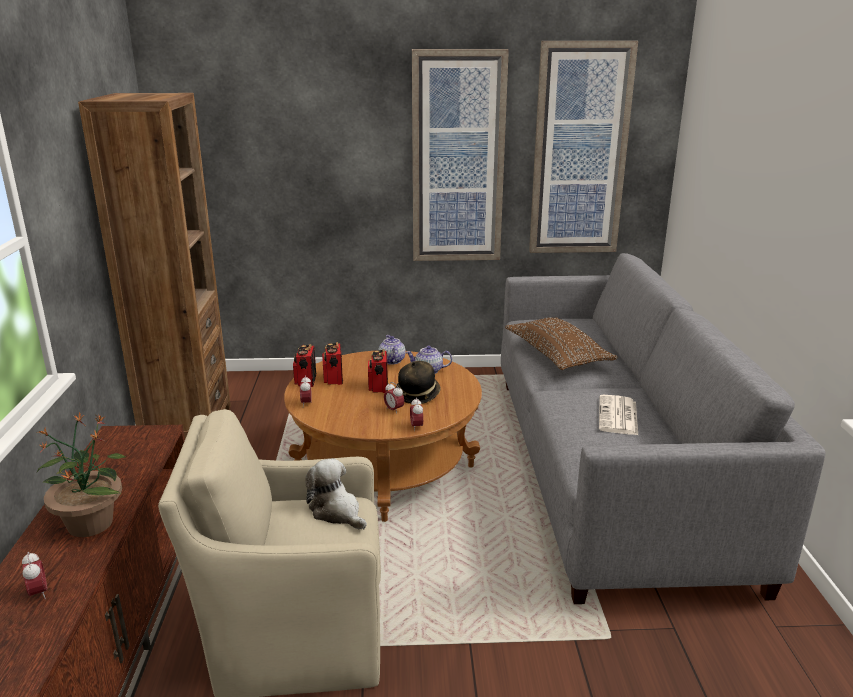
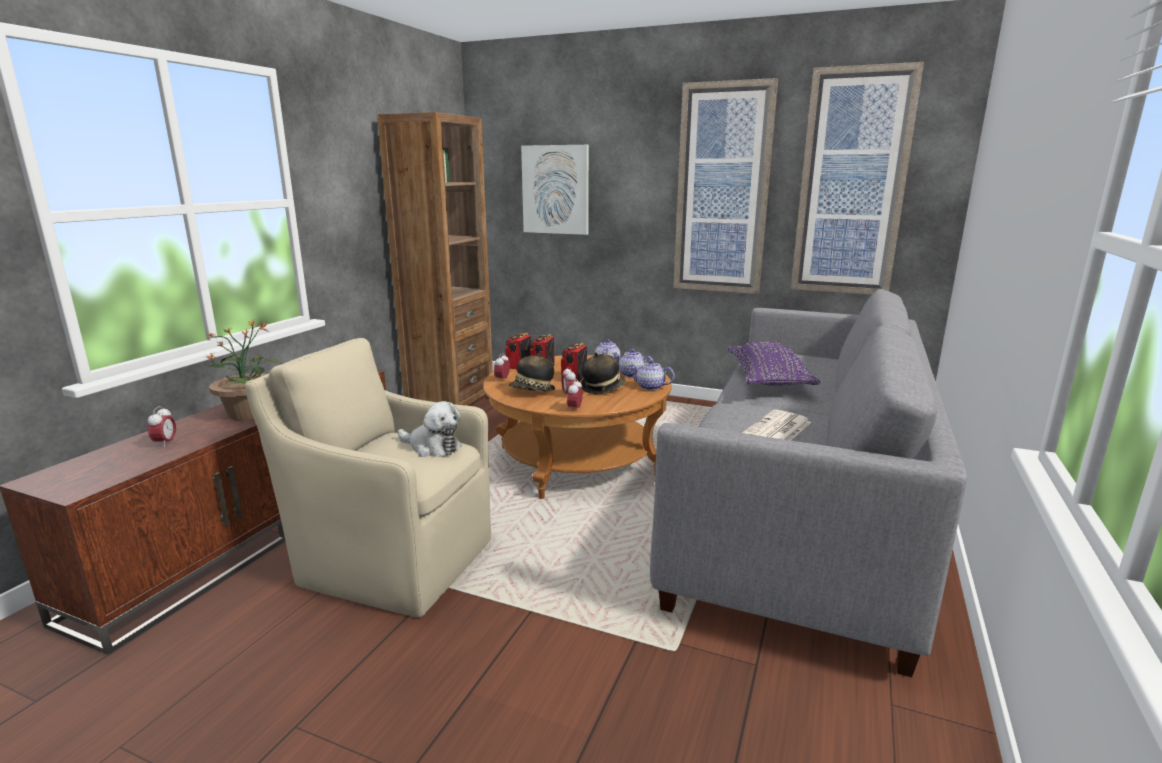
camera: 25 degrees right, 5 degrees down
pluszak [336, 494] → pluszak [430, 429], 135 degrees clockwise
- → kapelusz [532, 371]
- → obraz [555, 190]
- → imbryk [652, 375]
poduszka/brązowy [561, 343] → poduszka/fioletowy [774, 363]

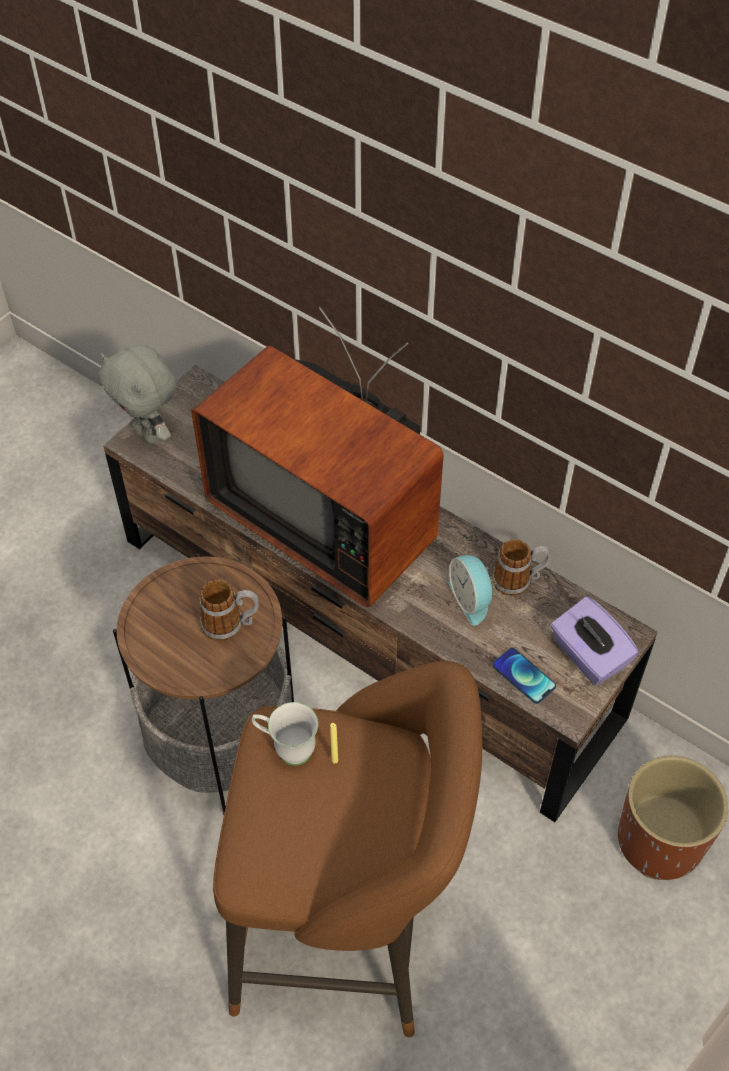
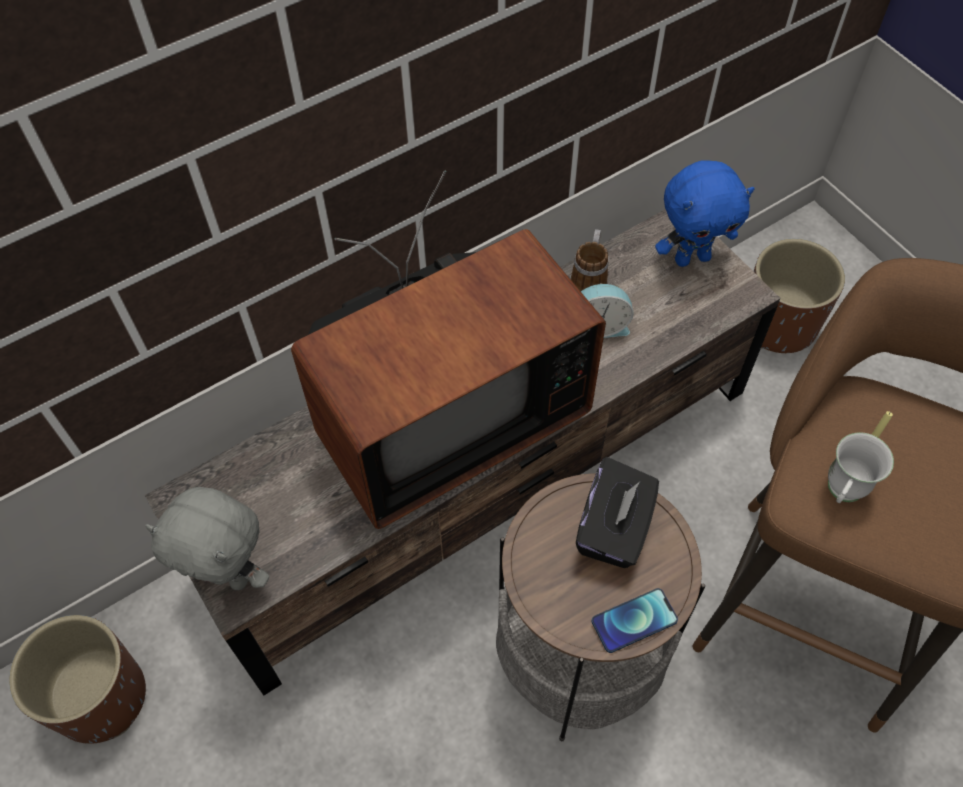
camera: 70 degrees left, 5 degrees up
- → donica/brązowy [77, 679]
pluszak/szary [137, 394] → pluszak/szary [207, 538], 45 degrees clockwise
kubek [229, 610] → pudełko chusteczek/czarny [617, 512]
telefon [524, 676] → telefon [635, 620], moved
pudełko chusteczek/fioletowy [595, 641] → pluszak/niebieski [705, 214]

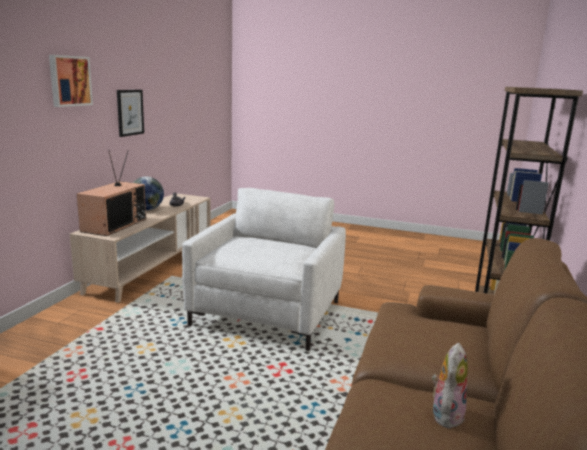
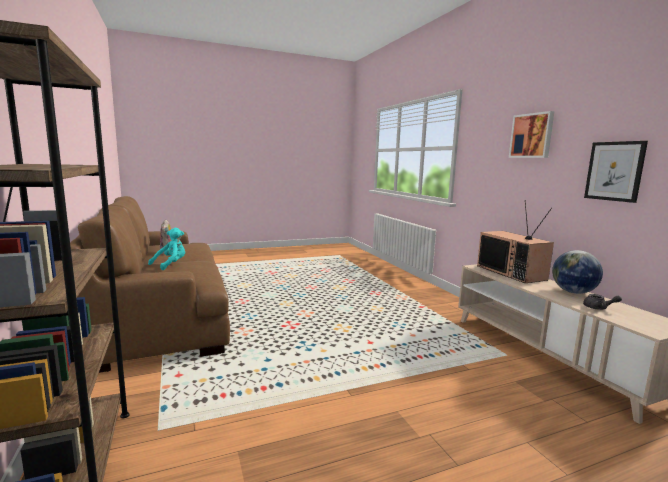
camera: 140 degrees right, 5 degrees down
- → pluszak/turkusowy [166, 249]
fotel/biały [264, 269] → -

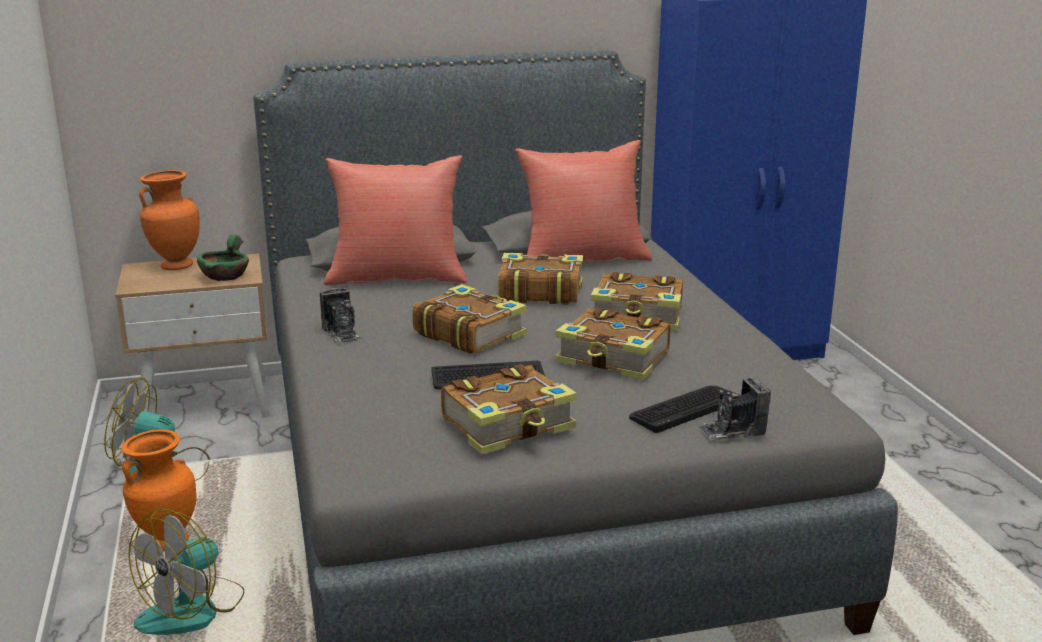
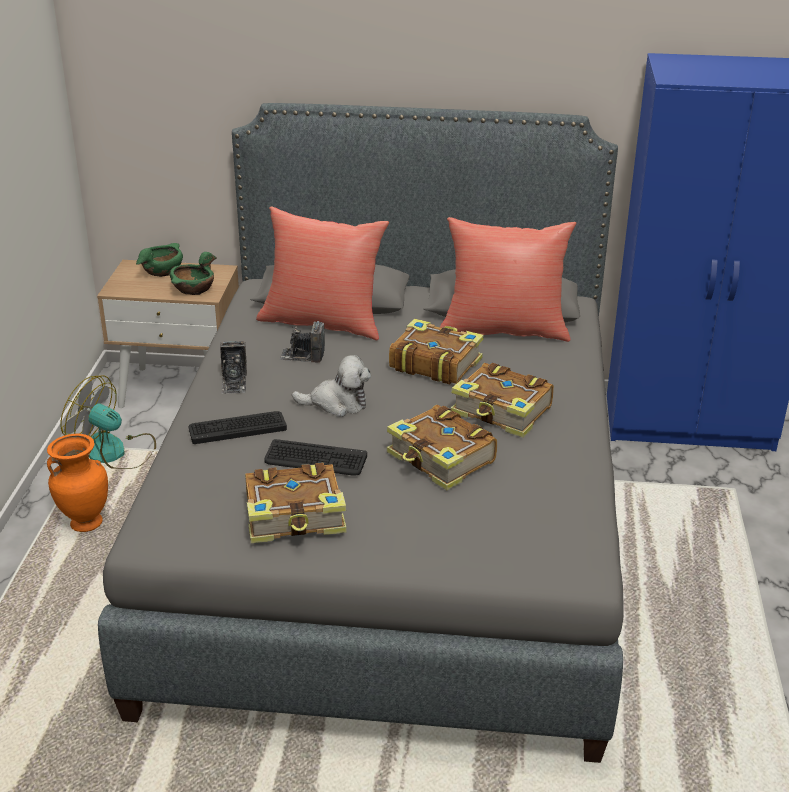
camera: 20 degrees right, 10 degrees up
wazon/pomarańczowy [169, 220] → miska/zielony [159, 260]
klawiatura [684, 409] → klawiatura [238, 427], moved
aparat fotograficzny [734, 409] → aparat fotograficzny [302, 341], moved
książka [469, 319] → pluszak [331, 386]
wentylator [186, 572] → -

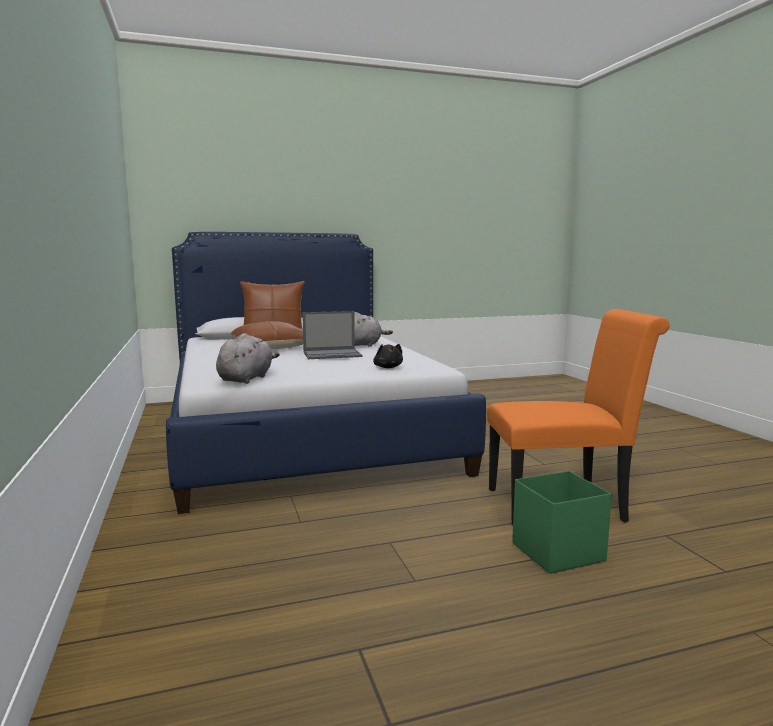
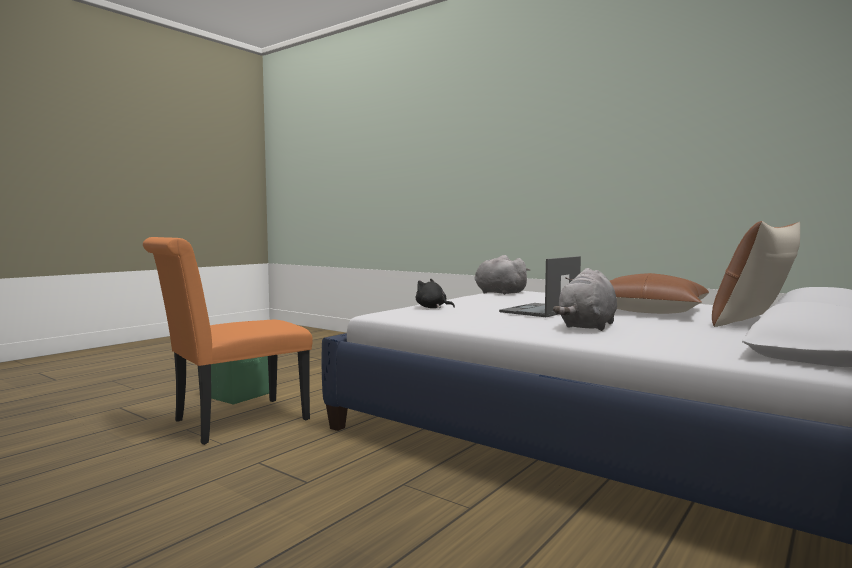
camera: 145 degrees right, 5 degrees down
pluszak/szary [248, 358] → pluszak/szary [502, 275], 150 degrees clockwise

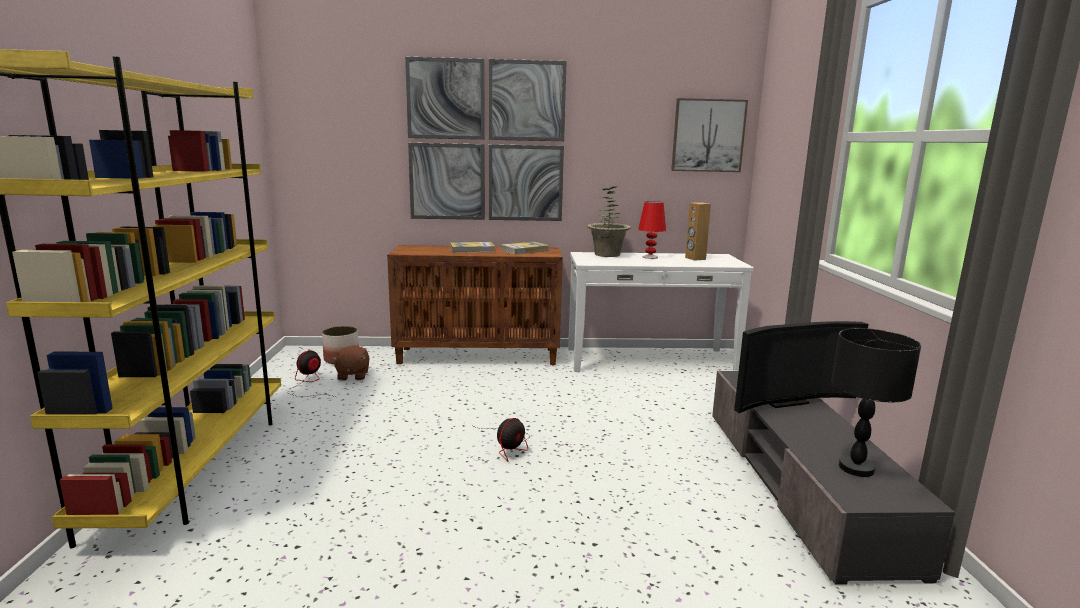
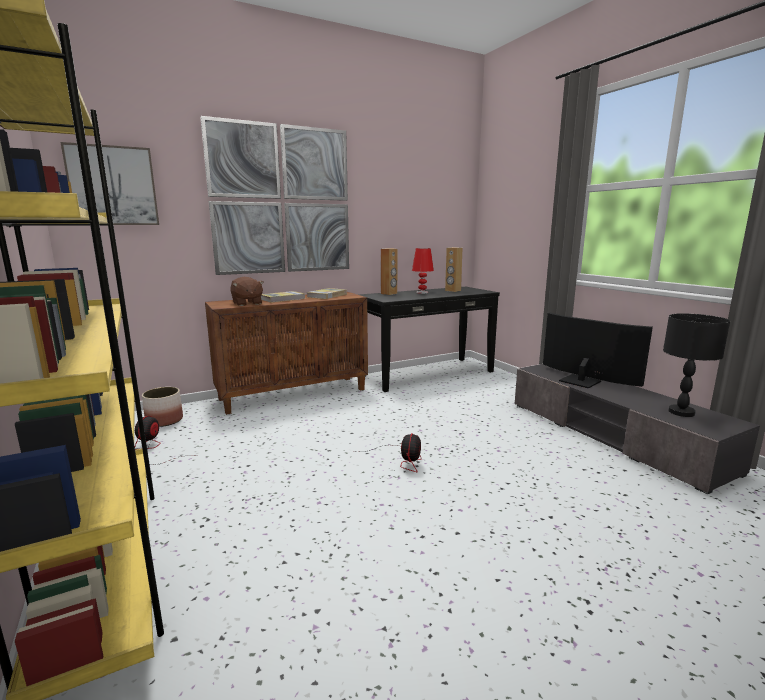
camera: 25 degrees left, 0 degrees up
obraz [709, 135] → obraz [110, 183], moved
pluszak/brązowy [350, 363] → pluszak/brązowy [247, 291], moved
stolik konsolowy/biały [661, 312] → stolik konsolowy/czarny [429, 339]
roślina doniczkowa [609, 222] → głośnik/brązowy [389, 271]
telewizor [801, 367] → telewizor [598, 351], 90 degrees counterclockwise

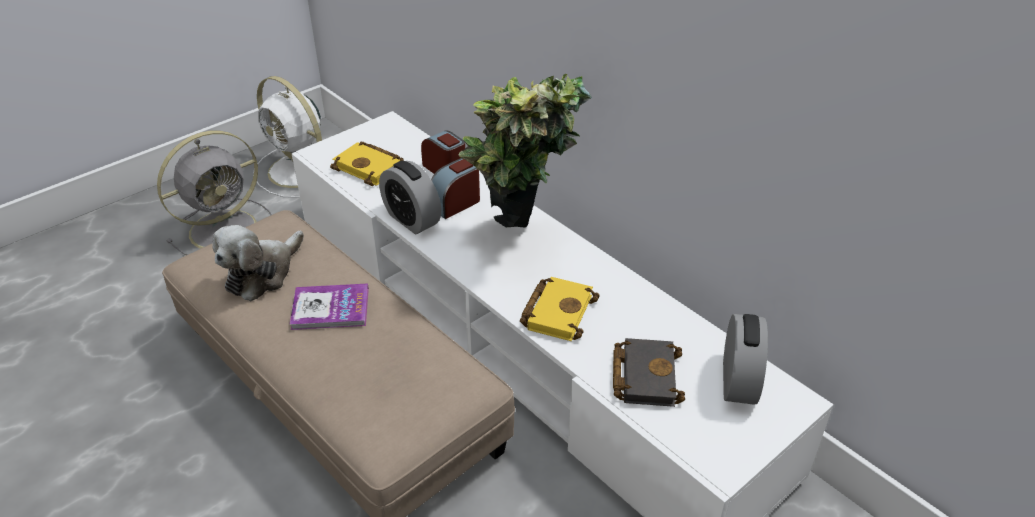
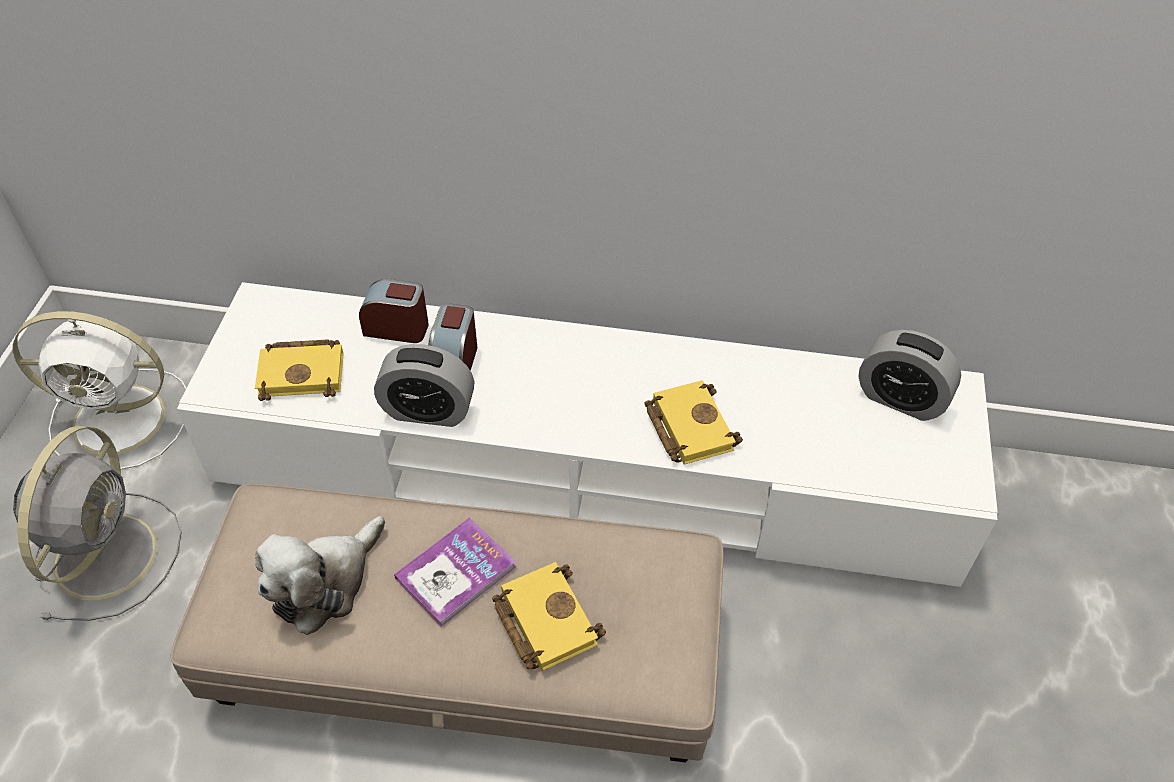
camera: 40 degrees left, 10 degrees up
pluszak [258, 263] → pluszak [320, 575], 45 degrees clockwise
- → książka/żółty [549, 616]
budzik [745, 359] → budzik [909, 375], 150 degrees clockwise
roślina doniczkowa [525, 150] → -
książka/czarny [649, 372] → -

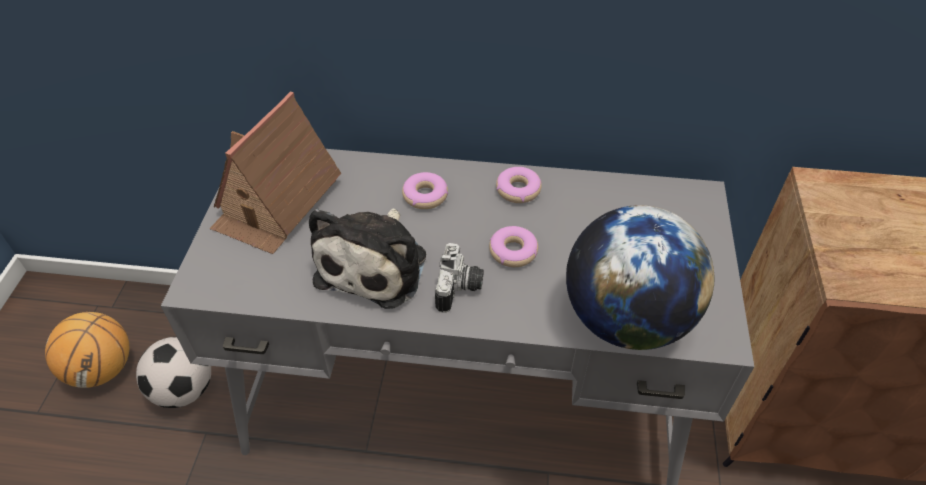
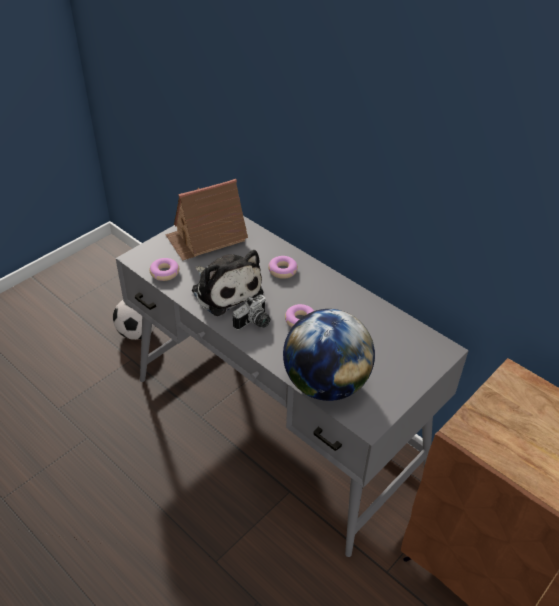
camera: 35 degrees right, 5 degrees down
donut [519, 185] → donut [164, 269], moved
pluszak [367, 258] → pluszak [227, 283], 90 degrees counterclockwise
piłka do koszykówki [87, 350] → -

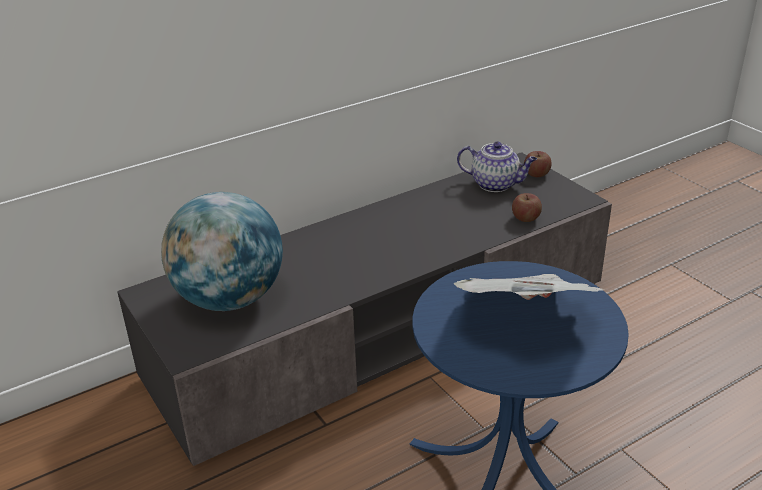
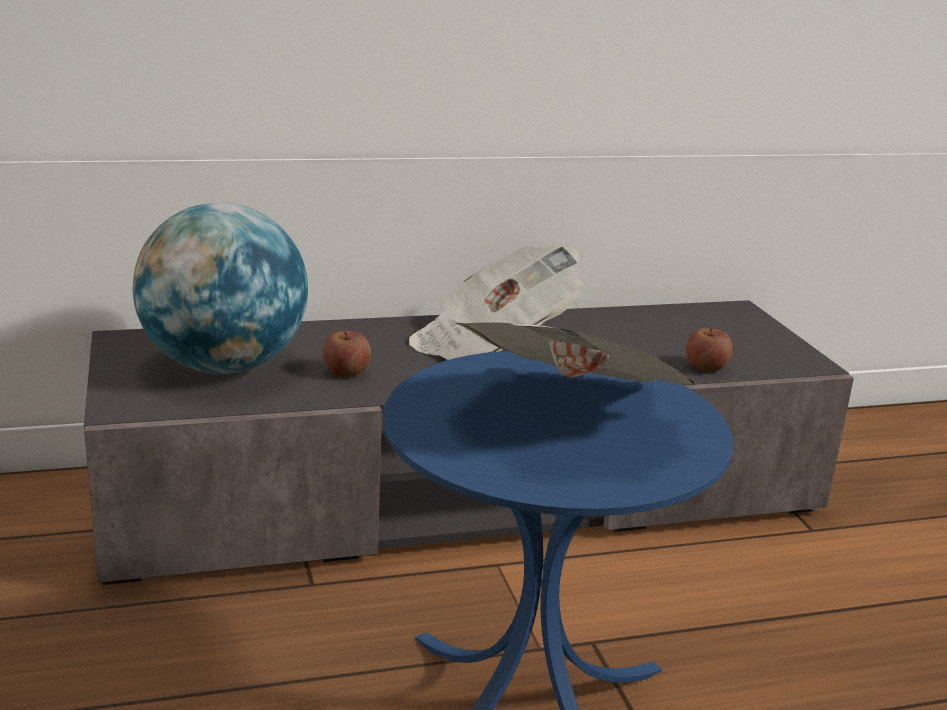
camera: 15 degrees right, 10 degrees down
jabłko [538, 164] → jabłko [346, 354], moved
- → gazeta [496, 302]
imbryk [497, 166] → -

